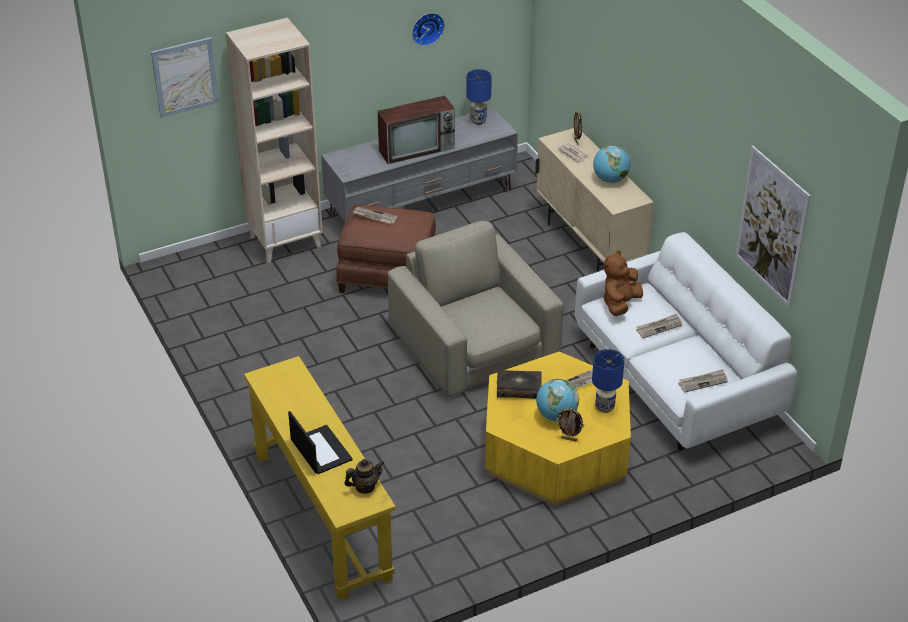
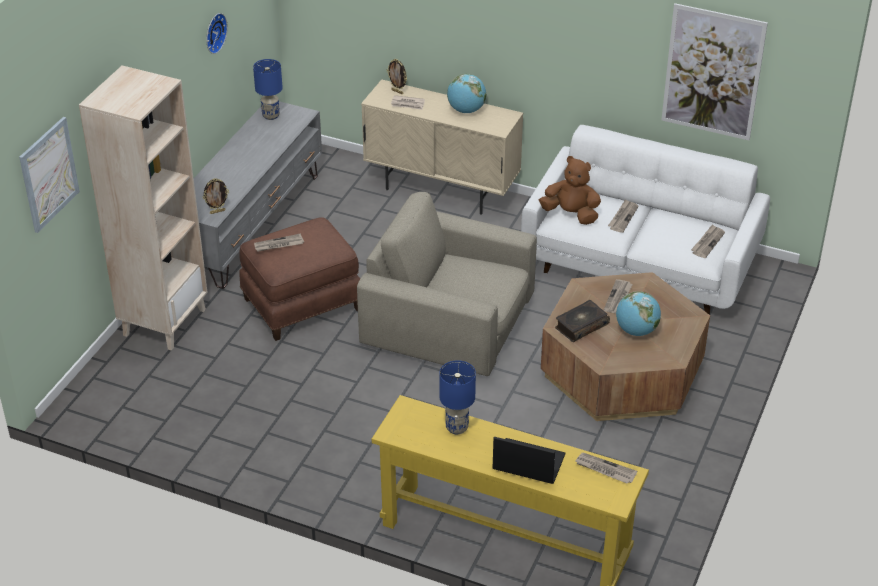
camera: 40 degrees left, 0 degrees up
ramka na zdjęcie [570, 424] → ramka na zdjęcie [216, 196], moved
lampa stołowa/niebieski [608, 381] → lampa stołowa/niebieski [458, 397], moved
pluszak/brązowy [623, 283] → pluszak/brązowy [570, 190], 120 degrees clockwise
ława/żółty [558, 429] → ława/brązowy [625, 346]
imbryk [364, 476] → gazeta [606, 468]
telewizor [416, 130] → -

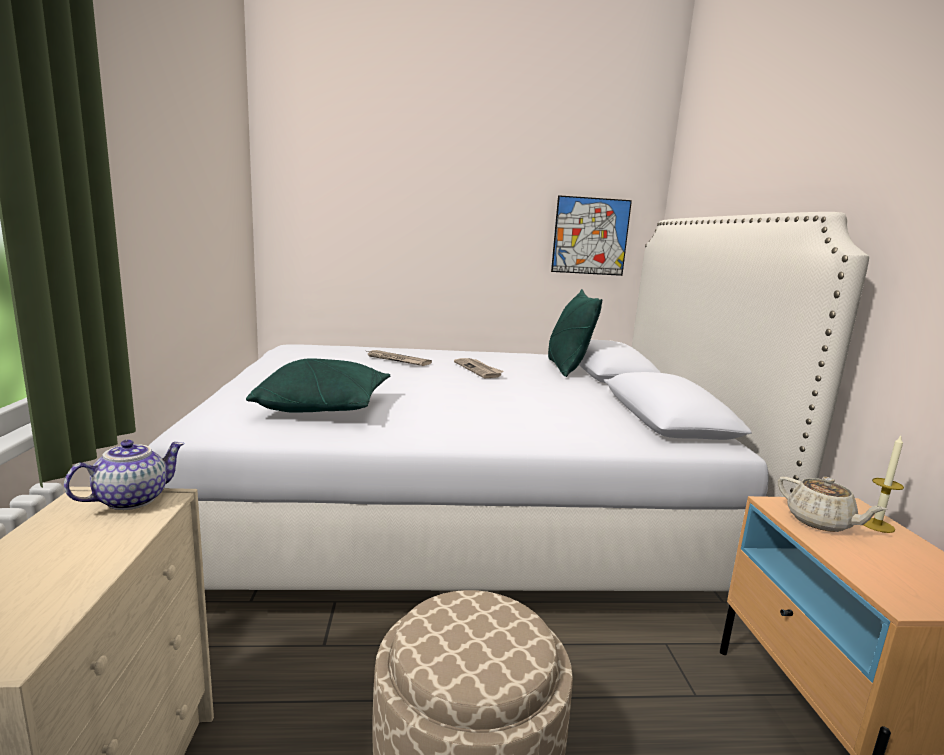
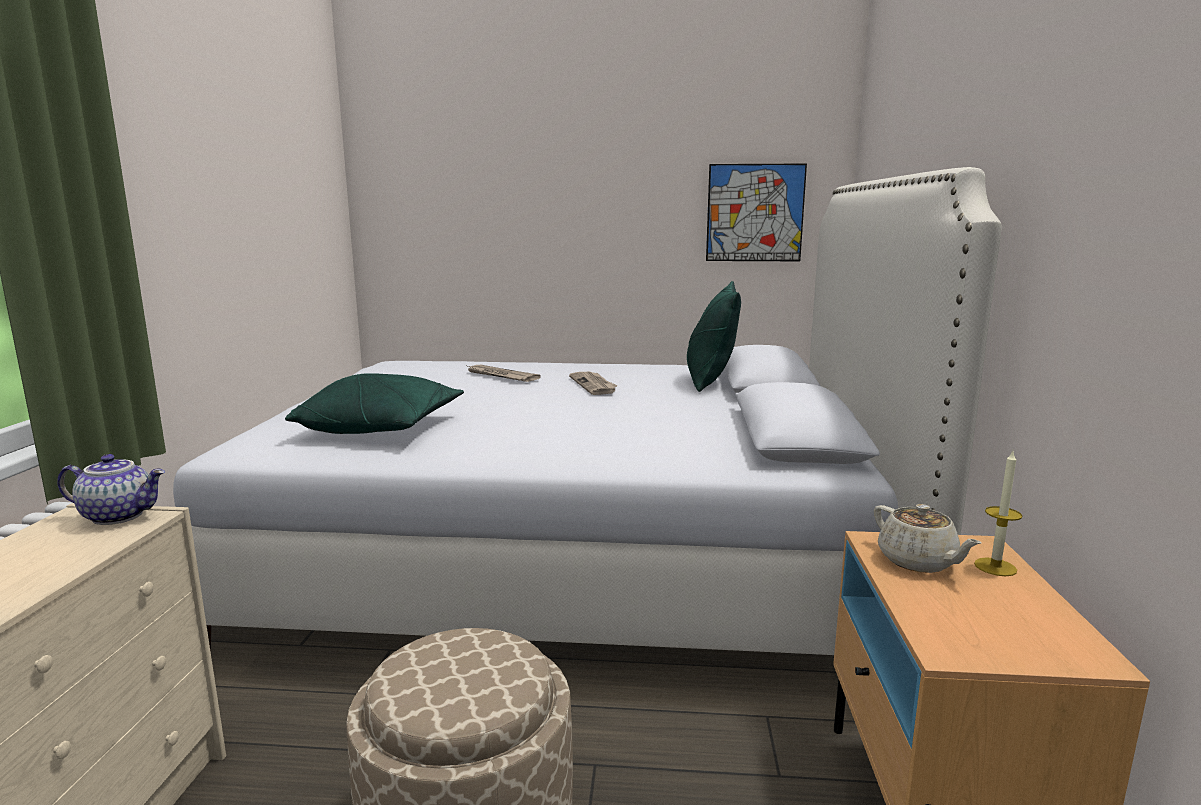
camera: 10 degrees right, 0 degrees up
imbryk [124, 475] → imbryk [111, 489], 45 degrees clockwise

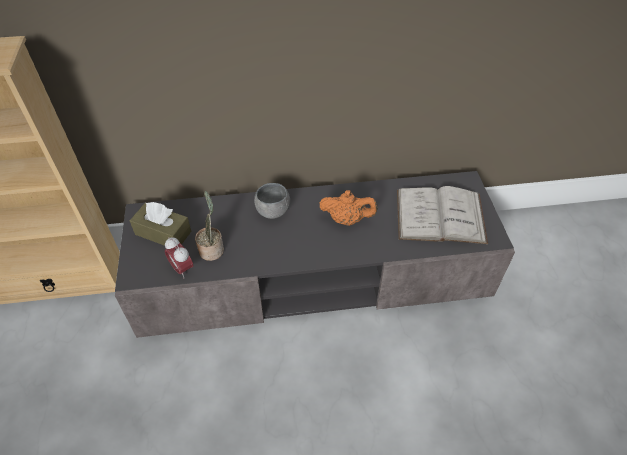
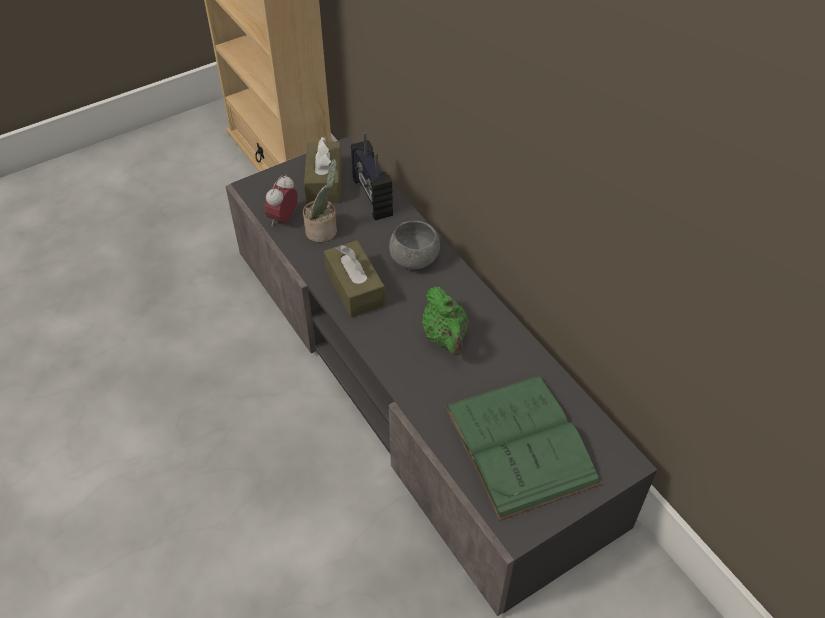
camera: 65 degrees right, 0 degrees up
- → pudełko chusteczek/brązowy [354, 279]
- → radio [372, 176]
imbryk/pomarańczowy [348, 208] → imbryk/zielony [445, 321]
książka/biały [442, 215] → książka/zielony [523, 448]

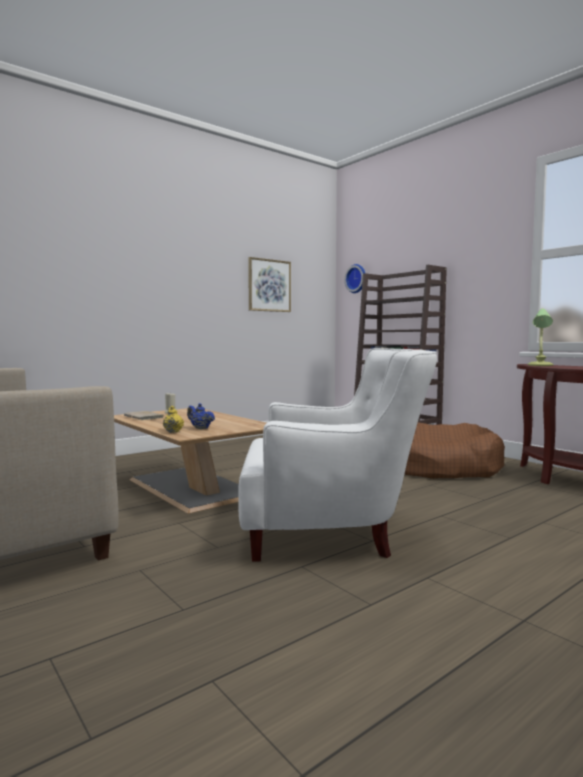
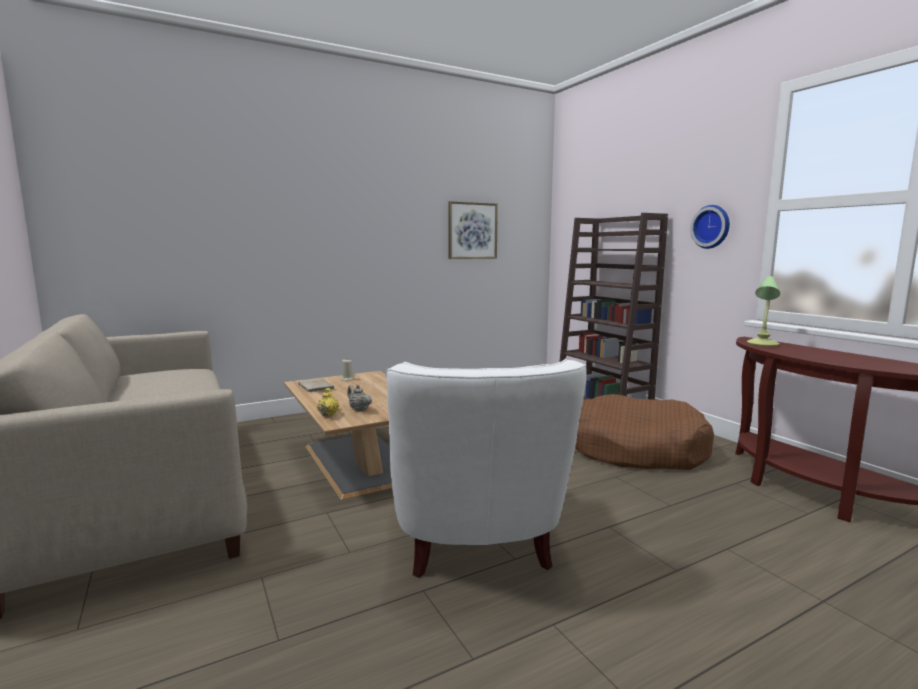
camera: 10 degrees right, 5 degrees up
imbryk/niebieski [201, 416] → imbryk/beżowy [359, 398]
fotel/biały [337, 454] → fotel/biały [486, 468], 75 degrees clockwise
zegar ścienny [354, 278] → zegar ścienny [710, 227], moved

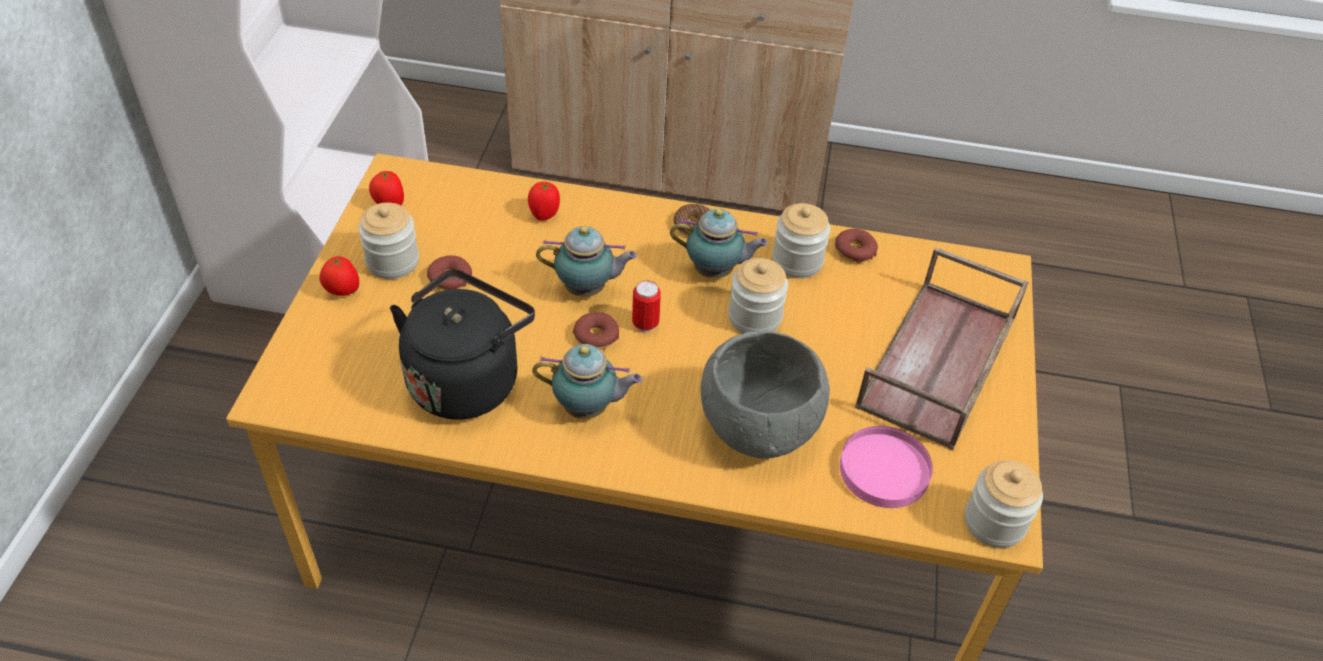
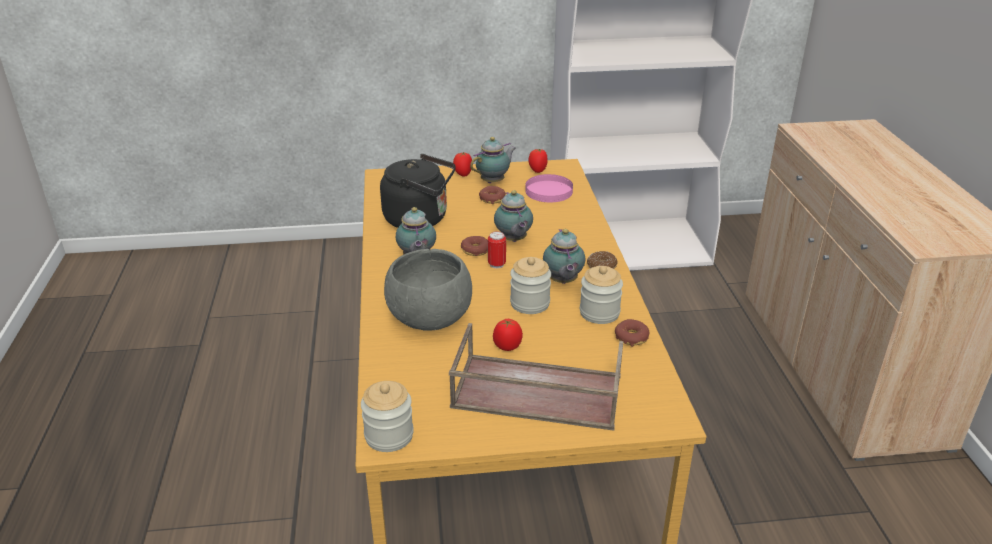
camera: 75 degrees right, 15 degrees down
słoik [388, 241] → imbryk [493, 160]
pomidor [544, 201] → pomidor [508, 335], moved
talerz/różowy [886, 467] → talerz/różowy [549, 188], moved

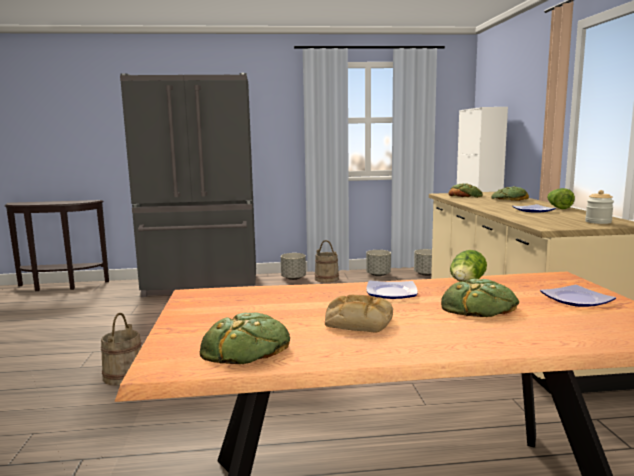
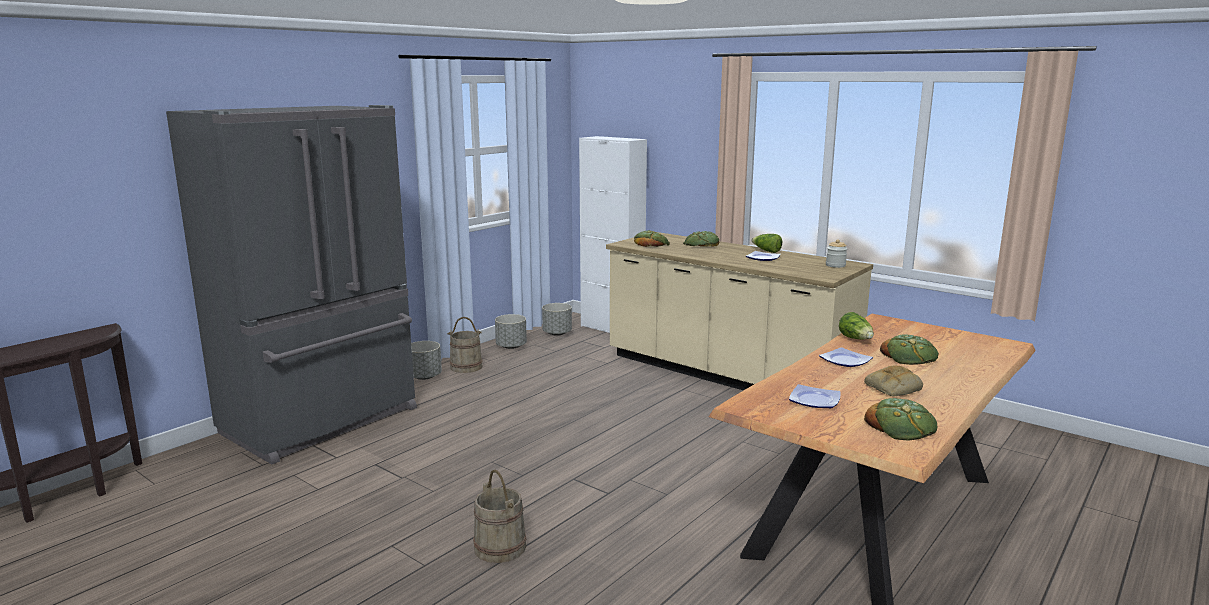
camera: 45 degrees left, 5 degrees up
talerz [578, 296] → talerz [815, 396], moved

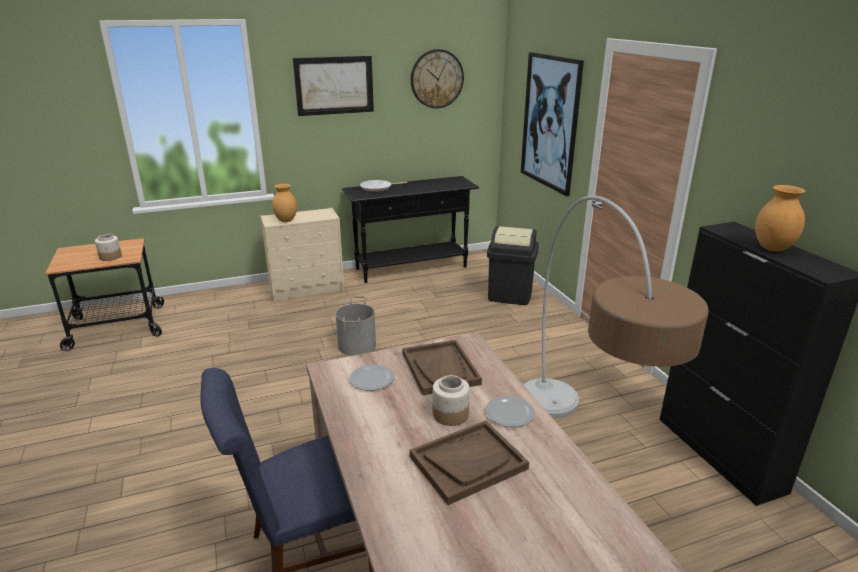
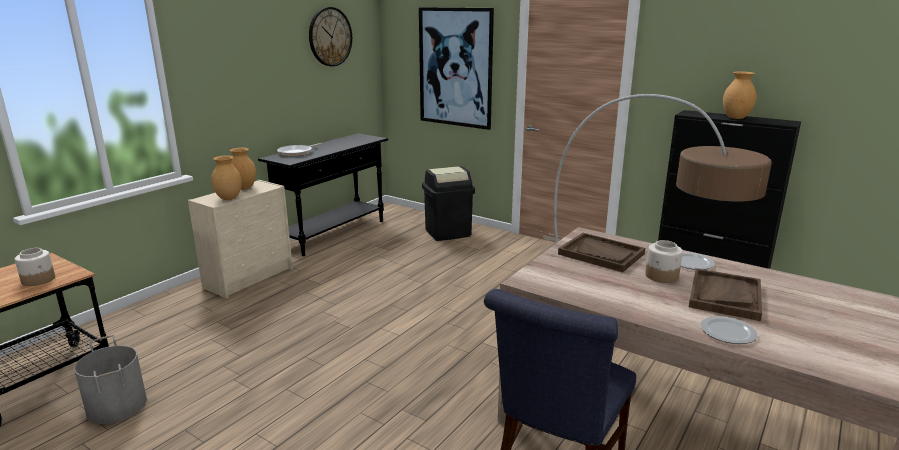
camera: 35 degrees left, 5 degrees down
wiadro/szary [356, 326] → wiadro/szary [110, 379], moved
- → wazon/brązowy [243, 169]
talerz [371, 377] → talerz [728, 330], moved
obraz [333, 86] → -

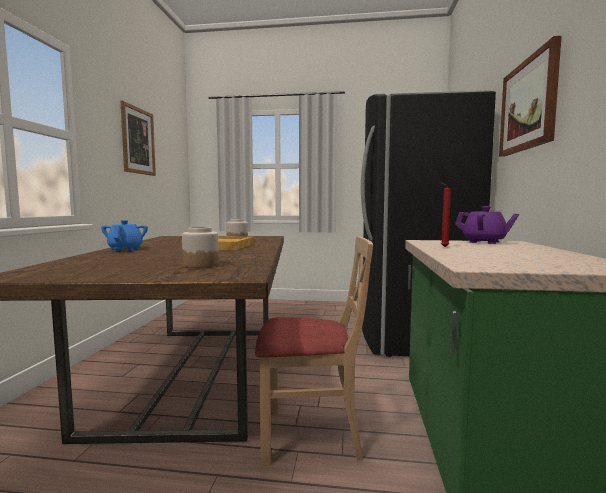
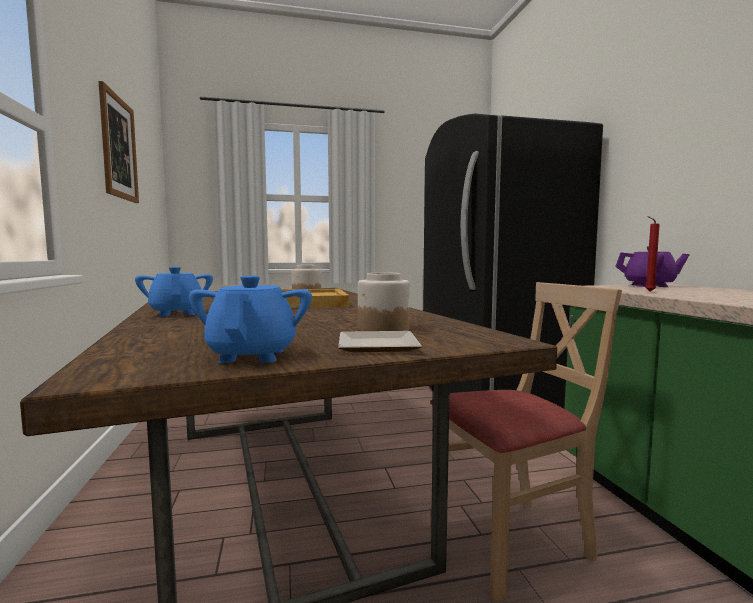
camera: 20 degrees left, 0 degrees up
- → imbryk/niebieski [250, 319]
- → talerz [380, 341]
obraz [530, 96] → -

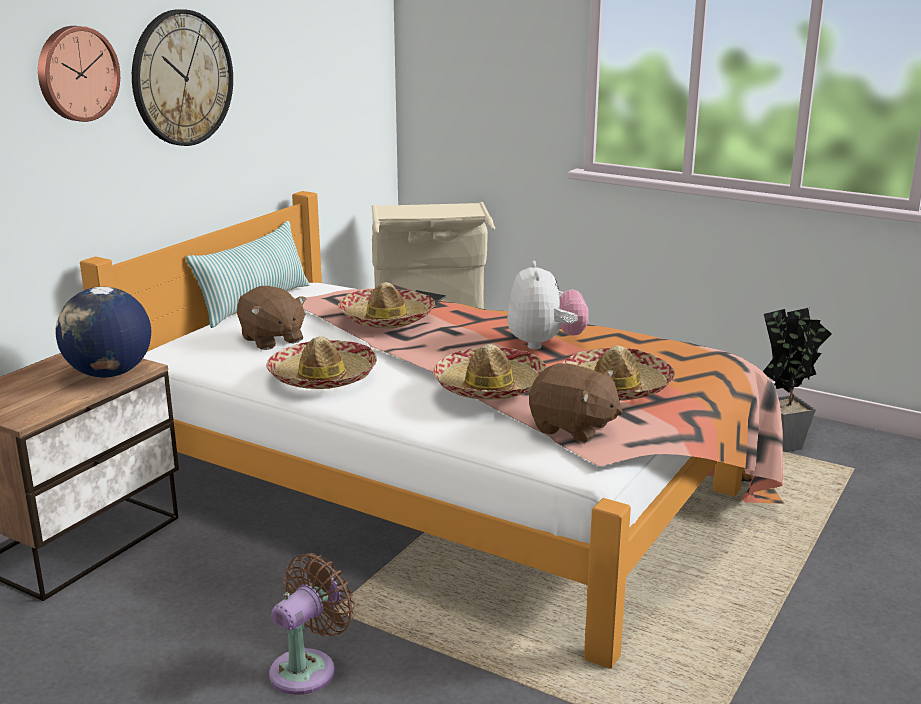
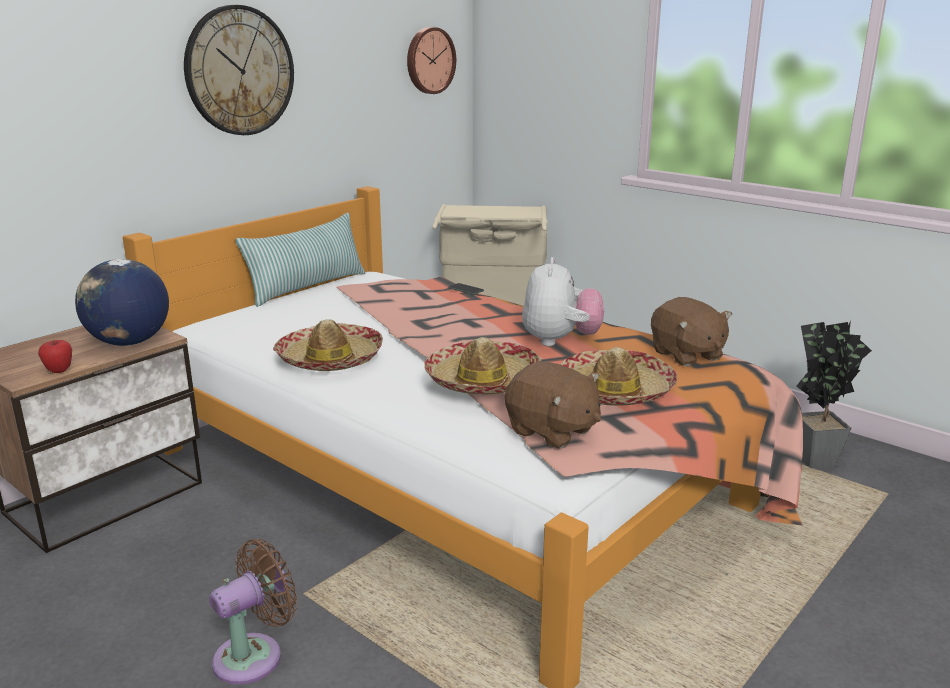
camera: 10 degrees right, 0 degrees up
- → jabłko [55, 356]
zegar ścienny [79, 74] → zegar ścienny [431, 60], moved
pluszak/brązowy [272, 318] → pluszak/brązowy [691, 332], moved
kapelusz [386, 305] → -

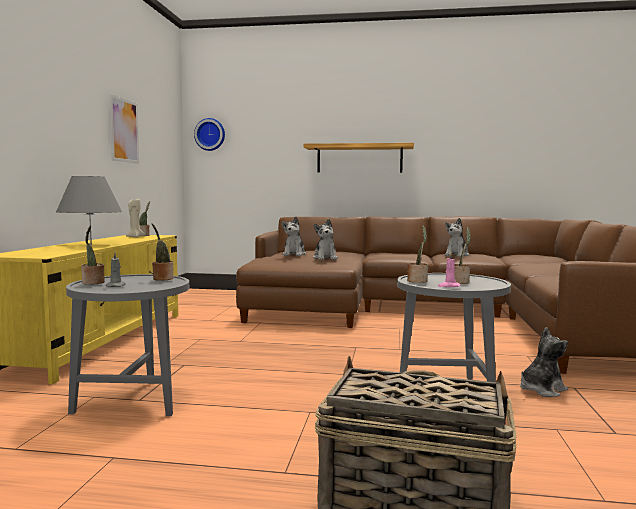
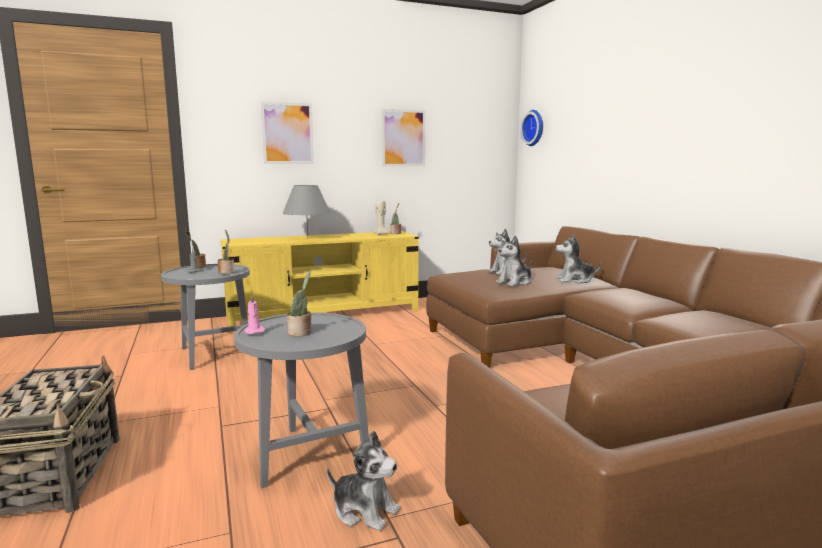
camera: 60 degrees right, 5 degrees up
- → obraz [287, 132]
pluszak [457, 237] → pluszak [578, 258], moved
półka [359, 158] → -
roślina doniczkowa [417, 254] → -

